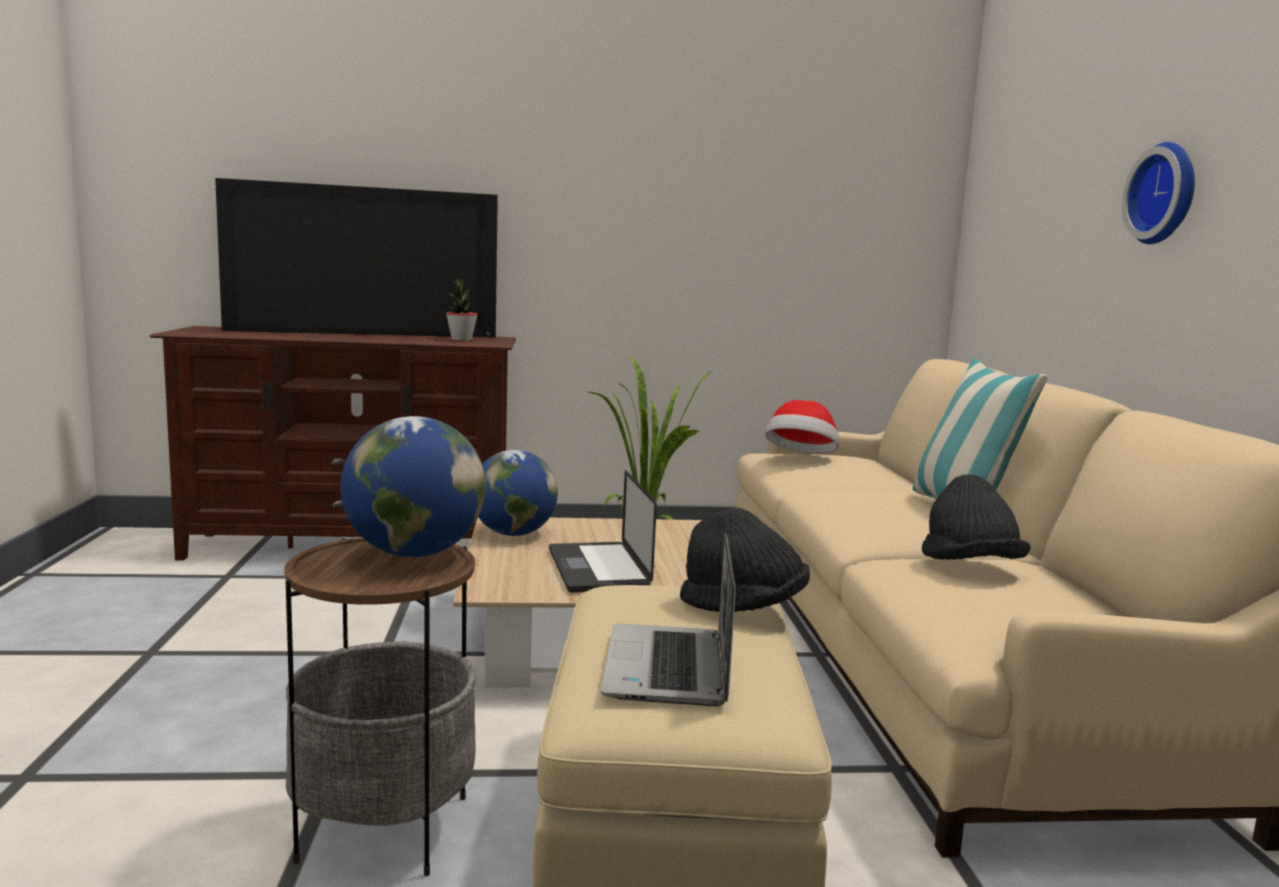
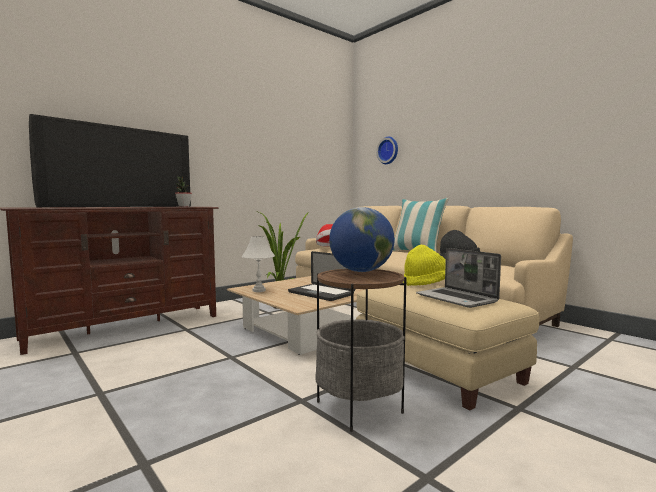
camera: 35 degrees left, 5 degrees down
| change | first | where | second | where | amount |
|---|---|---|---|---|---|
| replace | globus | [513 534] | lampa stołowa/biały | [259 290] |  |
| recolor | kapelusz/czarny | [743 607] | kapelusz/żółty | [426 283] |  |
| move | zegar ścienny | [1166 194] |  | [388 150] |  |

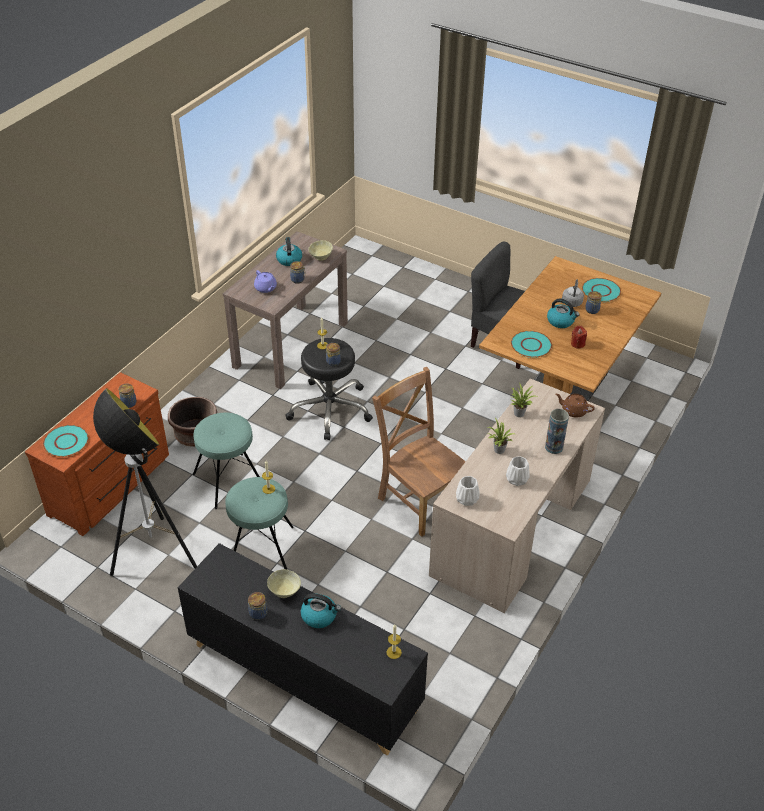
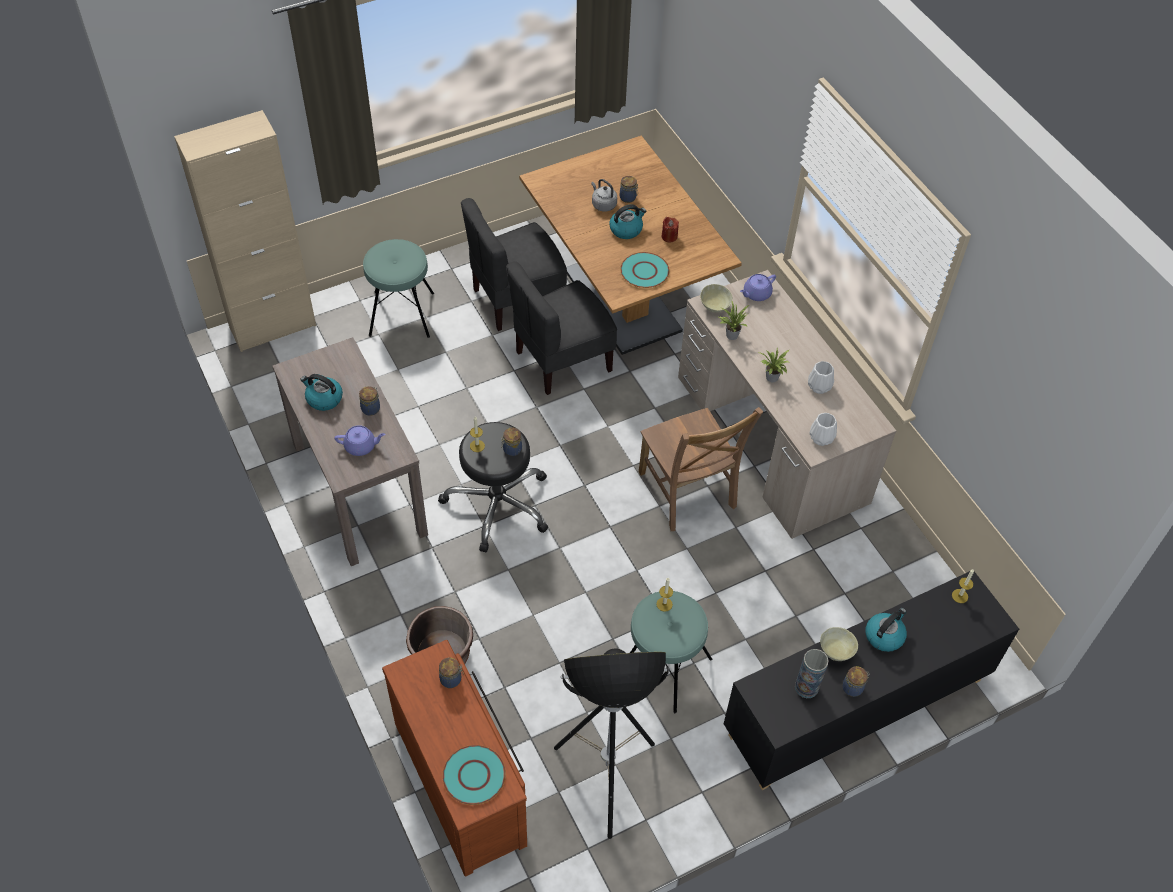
camera: 60 degrees left, 10 degrees up
| change | first | where | second | where | amount |
|---|---|---|---|---|---|
| move | stołek/turkusowy | [229 480] |  | [401 314] |  |
| move | miska/beżowy | [320 257] |  | [714 307] |  |
| rotate | krzesło/brązowy | [419 500] |  | [688 493] | 105 degrees counterclockwise |
| move | wazon | [554 447] |  | [806 687] |  |
| recolor | imbryk/brązowy | [573 411] | imbryk/fioletowy | [756 294] |  |
| delete | talerz/turkusowy | [600 291] |  |  |  |
| insert |  |  | szafka/beżowy | [273 326] |  |
| insert |  |  | krzesło/szary | [562 360] |  |

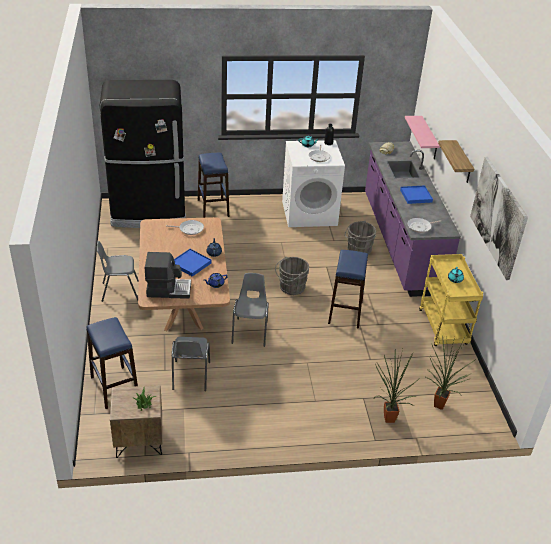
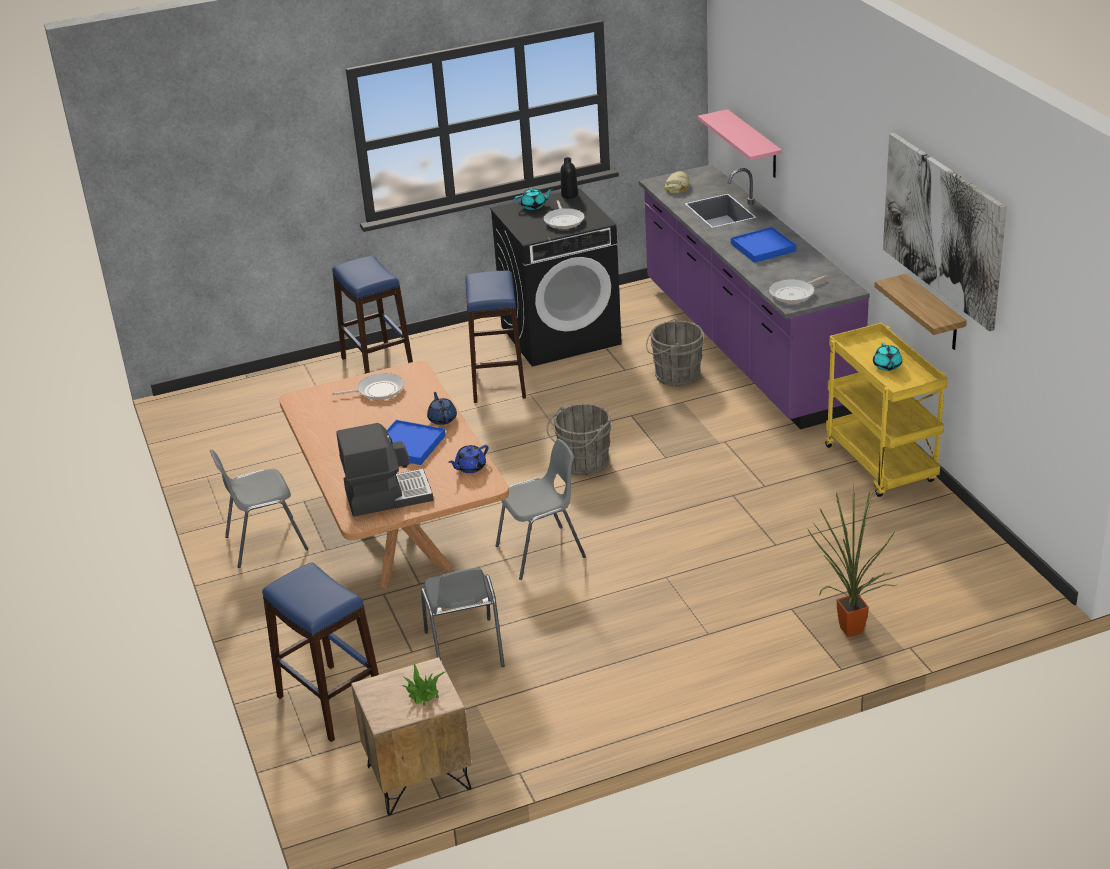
camera: 10 degrees left, 5 degrees down
| change | first | where | second | where | amount |
|---|---|---|---|---|---|
| delete | lodówka/czarny | [148 213] |  |  |  |
| rotate | krzesło/szary | [250 332] |  | [542 552] | 75 degrees clockwise |
| recolor | pralka/biały | [309 213] | pralka/czarny | [561 335] |  |
| move | stołek/niebieski | [345 312] |  | [498 382] |  |
| delete | roślina doniczkowa | [438 406] |  |  |  |
| move | półka | [463 163] |  | [934 314] |  |

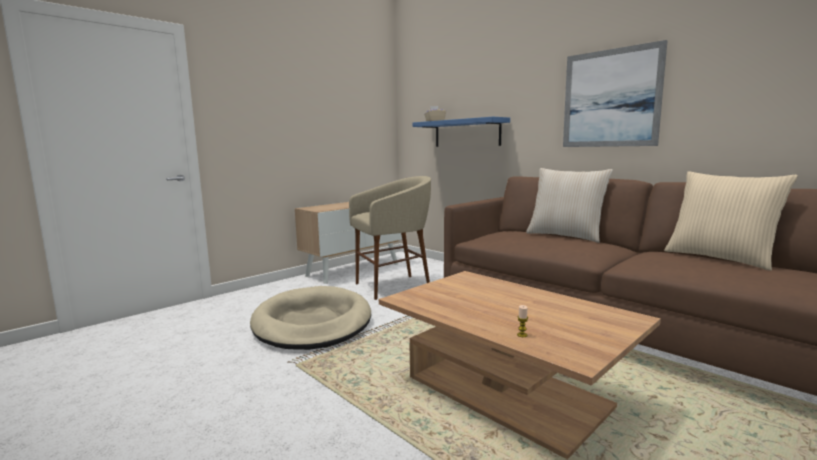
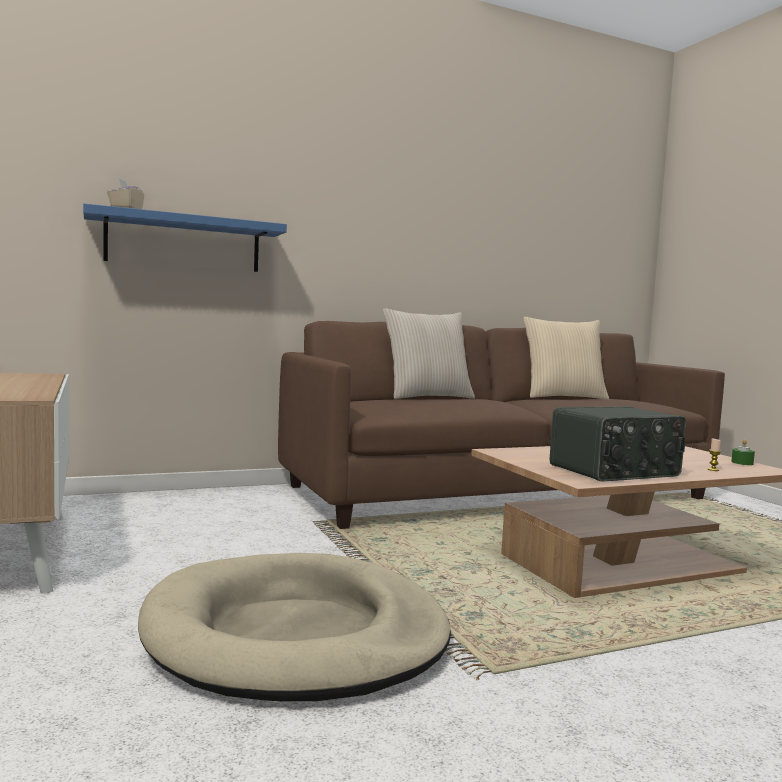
camera: 70 degrees left, 5 degrees down
| change | first | where | second | where | amount |
|---|---|---|---|---|---|
| delete | stołek/beżowy | [393 286] |  |  |  |
| delete | obraz | [610 98] |  |  |  |
| insert |  |  | radio | [615 471] |  |
| insert |  |  | świeca/zielony | [742 463] |  |

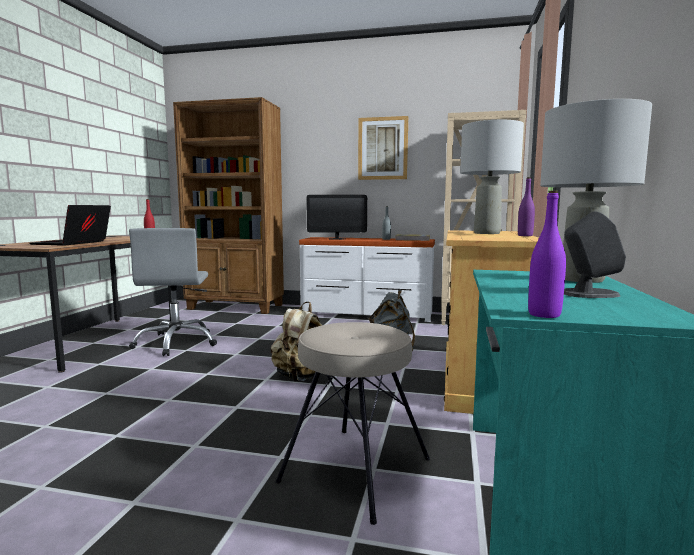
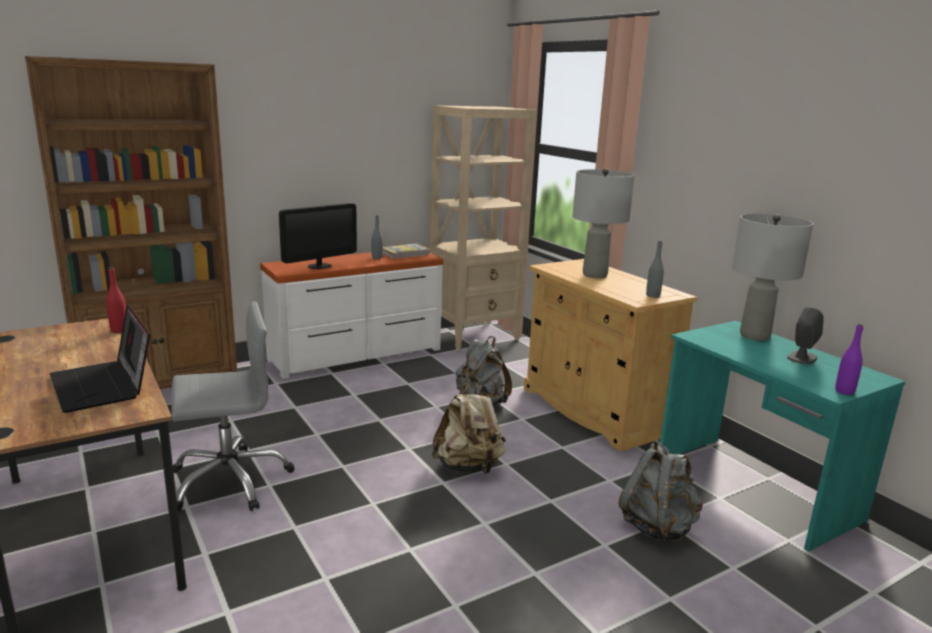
camera: 45 degrees left, 10 degrees up
| change | first | where | second | where | amount |
|---|---|---|---|---|---|
| rotate | krzesło biurowe/szary | [177 343] |  | [229 480] | 60 degrees counterclockwise |
| replace | stołek/beżowy | [354 469] | plecak/szary | [658 526] |  |
| delete | obraz | [382 148] |  |  |  |
| delete | butelka/fioletowy | [525 235] |  |  |  |
| insert |  |  | butelka/szary | [653 295] |  |

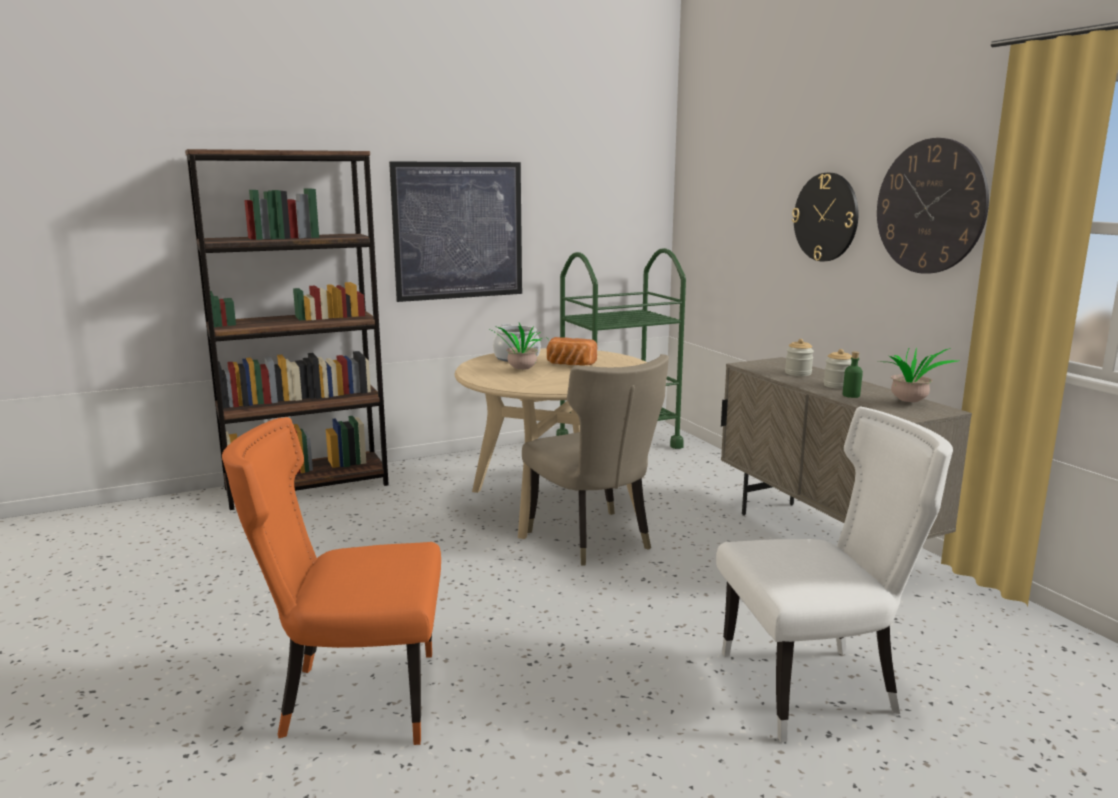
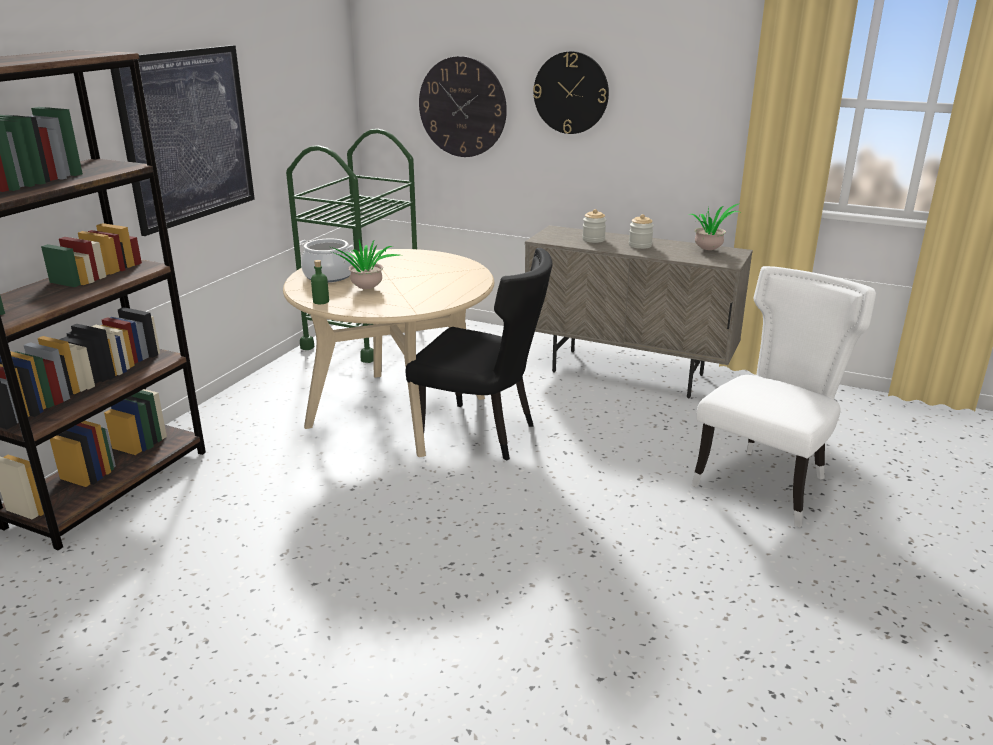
camera: 40 degrees left, 10 degrees up
| change | first | where | second | where | amount |
|---|---|---|---|---|---|
| delete | krzesło/pomarańczowy | [353 698] |  |  |  |
| recolor | krzesło/beżowy | [594 540] | krzesło/czarny | [483 435] |  |
| delete | chleb | [569 365] |  |  |  |
| move | butelka/zielony | [851 395] |  | [321 301] |  |
| move | zegar ścienny | [930 206] |  | [462 107] |  |

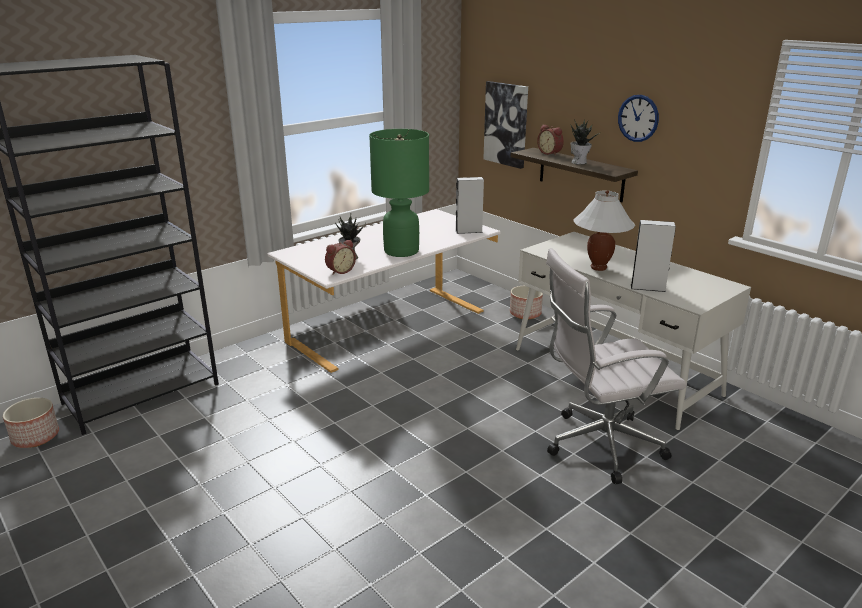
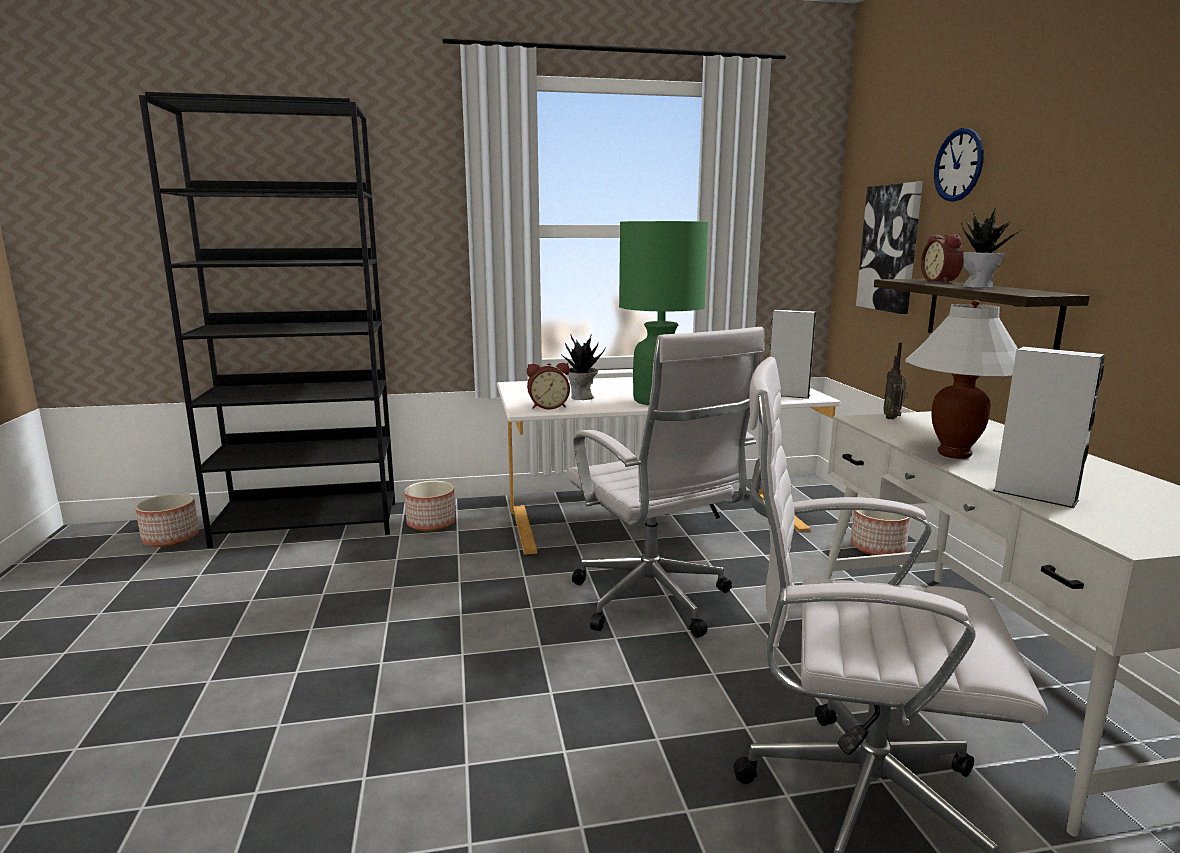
camera: 30 degrees right, 10 degrees down
| change | first | where | second | where | amount |
|---|---|---|---|---|---|
| move | zegar ścienny | [638 118] |  | [958 165] |  |
| insert |  |  | donica | [431 523] |  |
| insert |  |  | krzesło biurowe/biały | [654 603] |  |
| insert |  |  | radio | [893 418] |  |

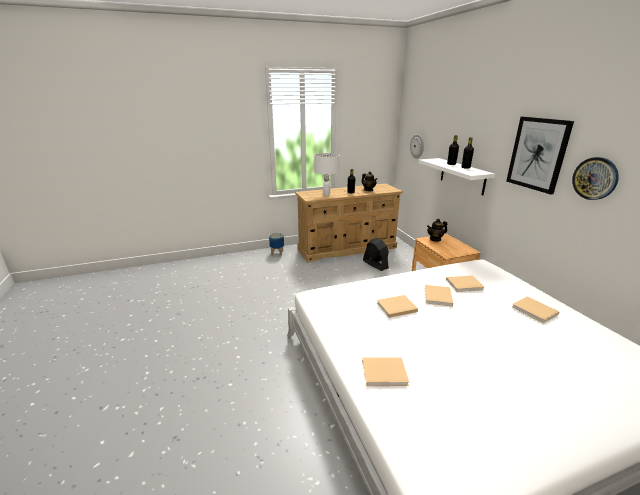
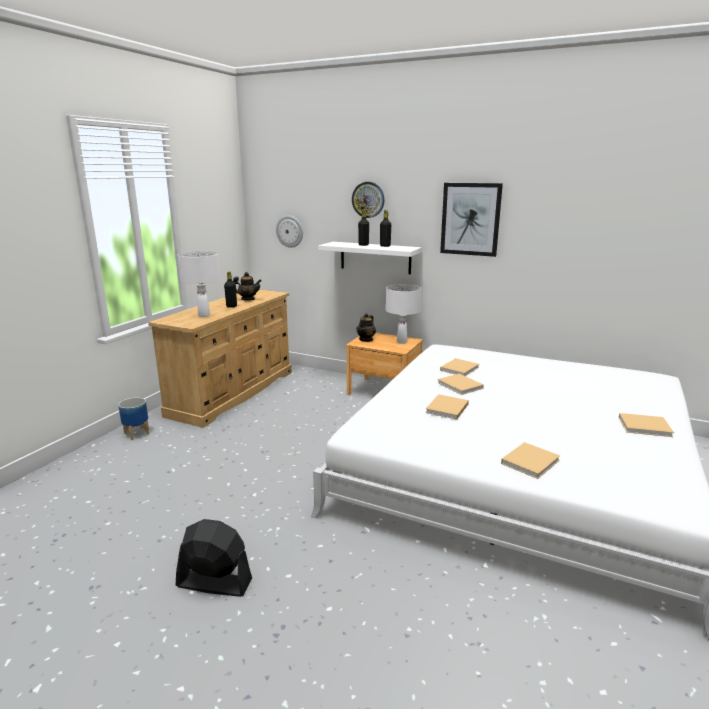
camera: 45 degrees left, 5 degrees down
| change | first | where | second | where | amount |
|---|---|---|---|---|---|
| move | wentylator/czarny | [375 264] |  | [214 583] |  |
| move | książka/beżowy | [535 311] |  | [646 427] |  |
| move | zegar ścienny | [595 178] |  | [368 199] |  |
| insert |  |  | lampa stołowa/biały | [401 342] |  |

